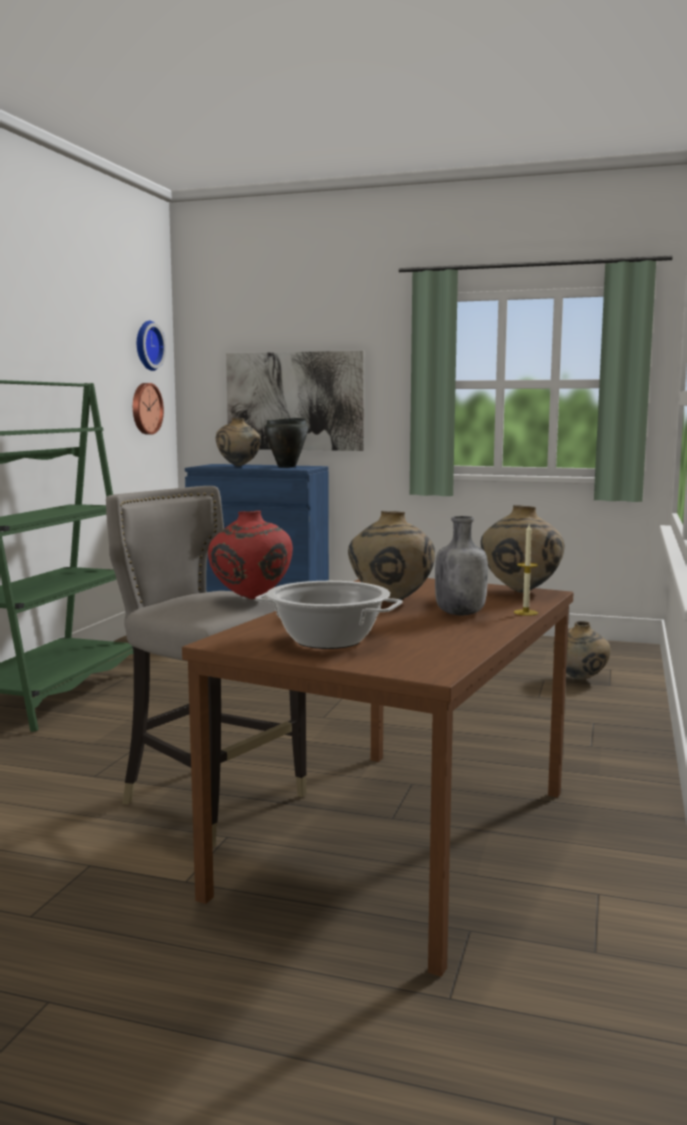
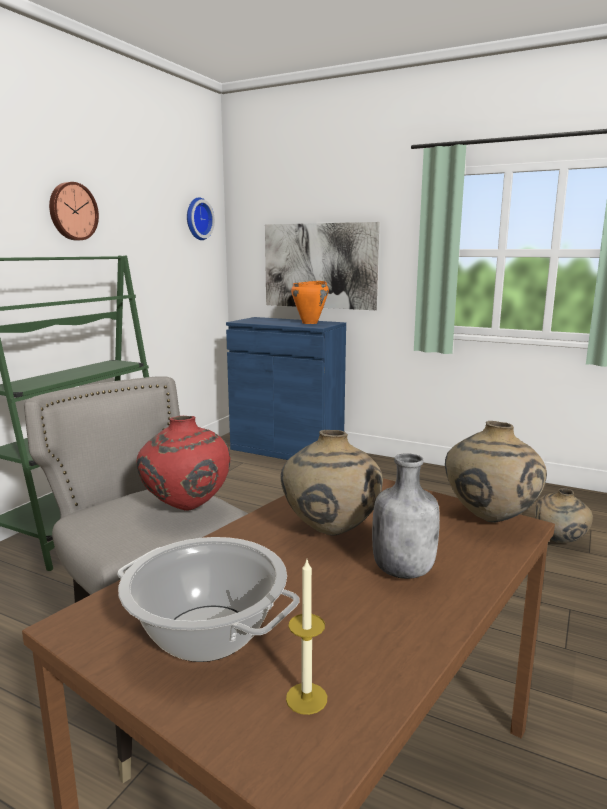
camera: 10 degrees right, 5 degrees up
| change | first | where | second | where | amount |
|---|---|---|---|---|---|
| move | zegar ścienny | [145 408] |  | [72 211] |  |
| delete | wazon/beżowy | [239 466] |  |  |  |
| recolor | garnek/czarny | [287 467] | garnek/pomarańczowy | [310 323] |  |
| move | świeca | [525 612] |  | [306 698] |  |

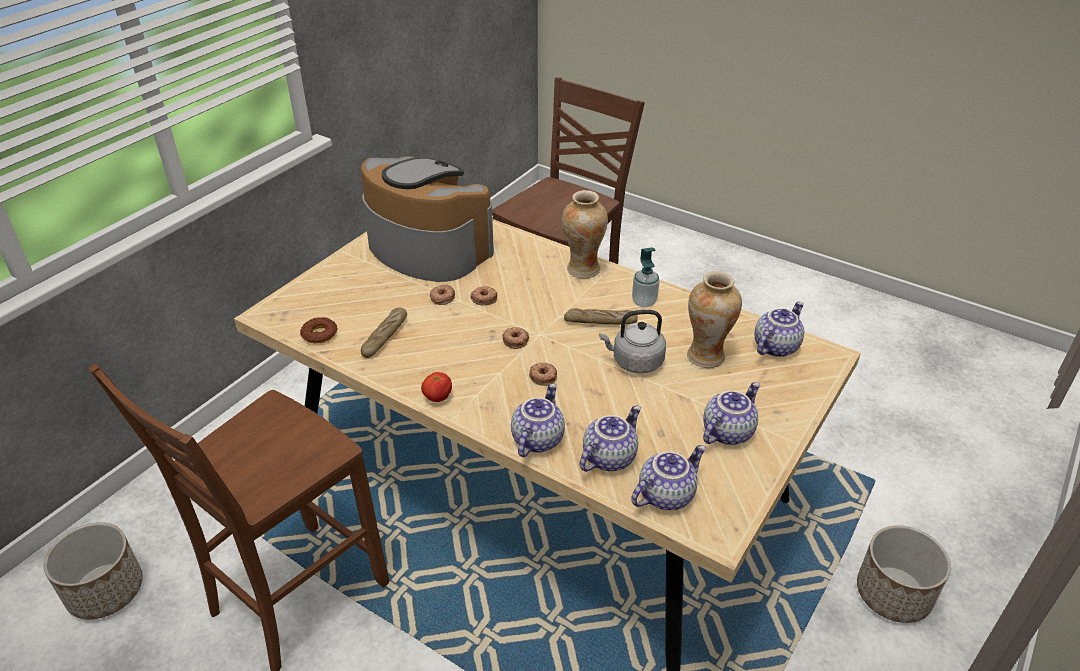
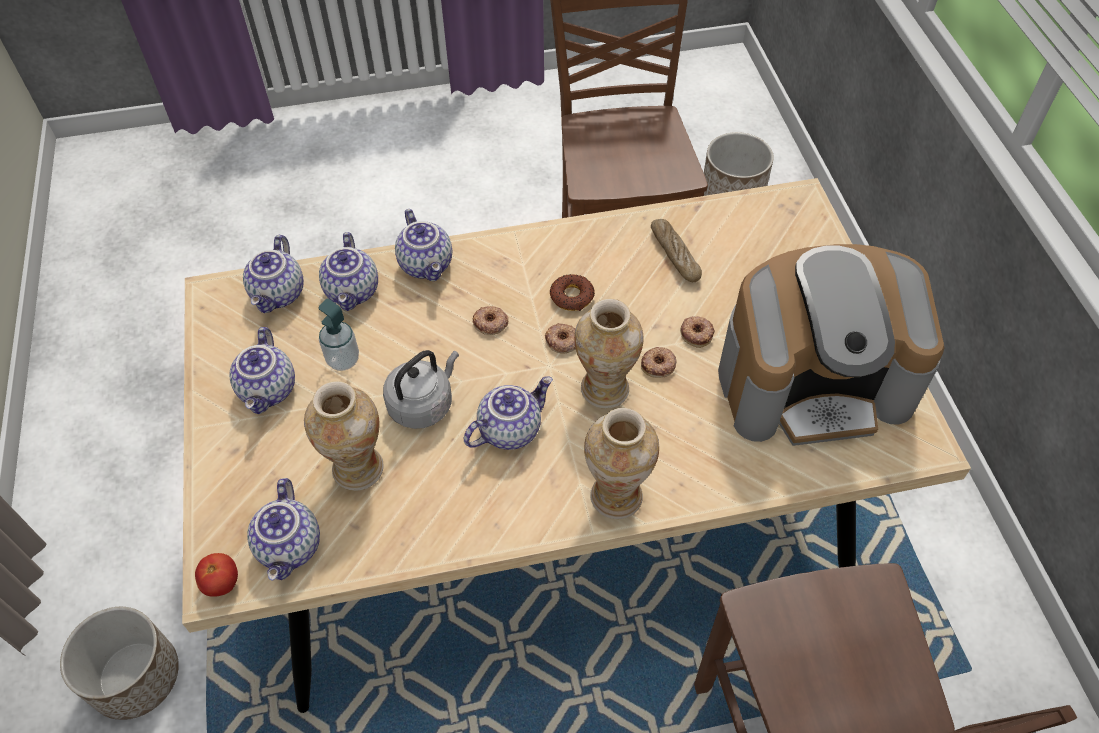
camera: 135 degrees right, 15 degrees up
| change | first | where | second | where | amount |
|---|---|---|---|---|---|
| move | donut | [319 334] |  | [572 296] |  |
| move | pomidor | [437 397] |  | [222 583] |  |
| replace | chleb | [600 322] | imbryk | [509 429] |  |
| move | dozownik mydła | [644 302] |  | [343 360] |  |
| insert |  |  | wazon | [605 389] |  |

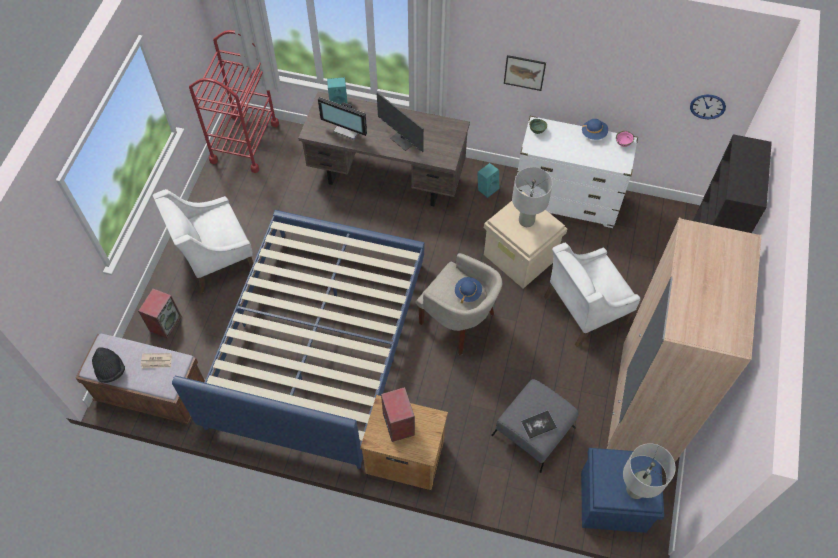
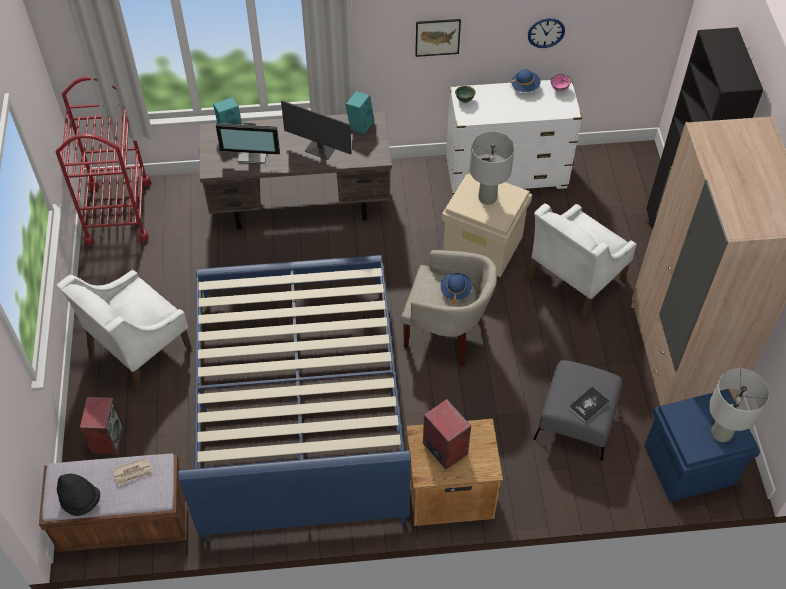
camera: 20 degrees left, 5 degrees down
| change | first | where | second | where | amount |
|---|---|---|---|---|---|
| move | głośnik/turkusowy | [487 188] |  | [360 124] |  |
| move | zegar ścienny | [707 106] |  | [546 32] |  |

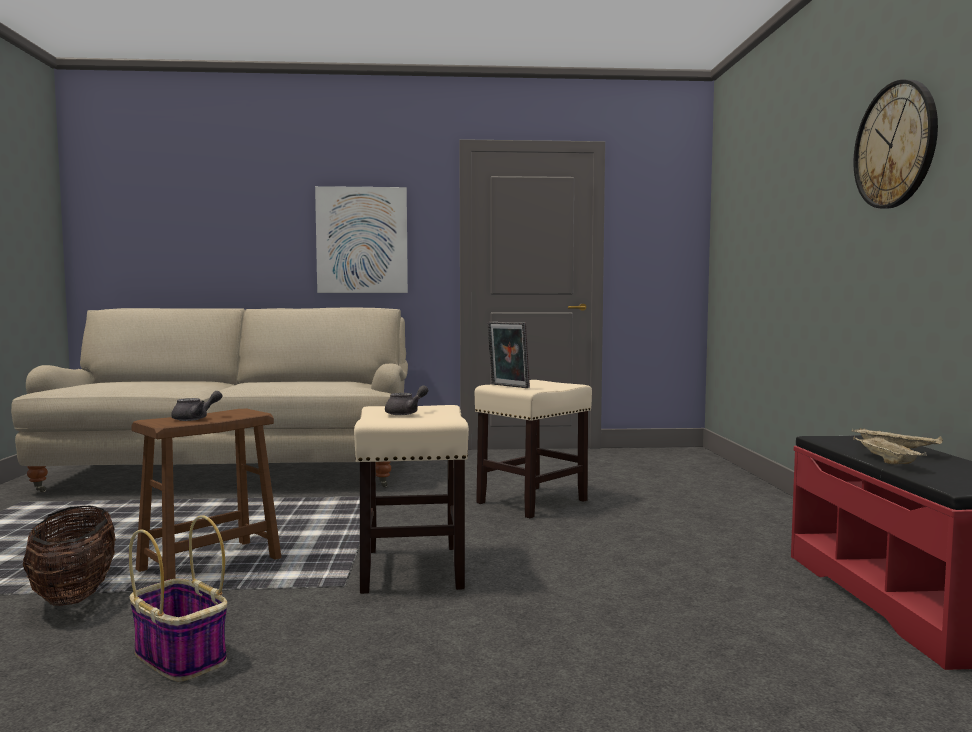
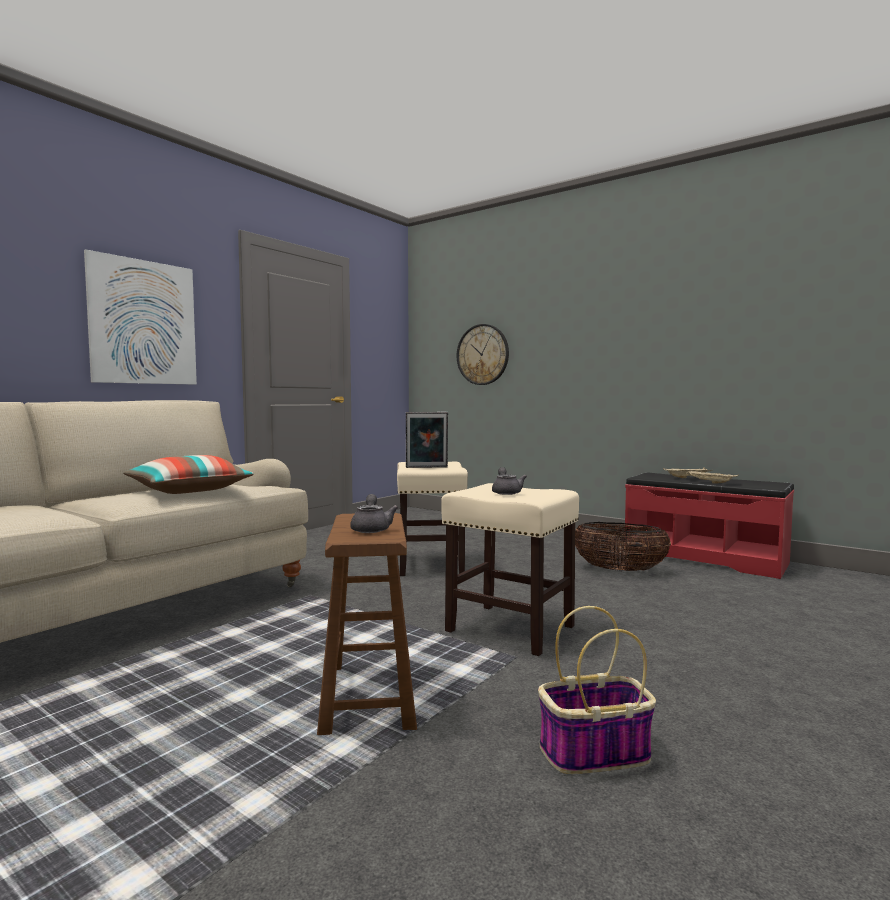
camera: 50 degrees left, 0 degrees up
| change | first | where | second | where | amount |
|---|---|---|---|---|---|
| move | koszyk | [74 595] |  | [620 570] |  |
| move | zegar ścienny | [895 145] |  | [482 354] |  |
| insert |  |  | poduszka | [189 491] |  |

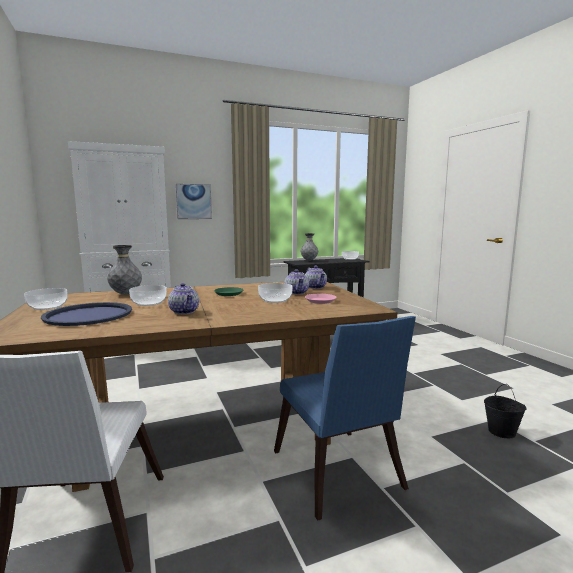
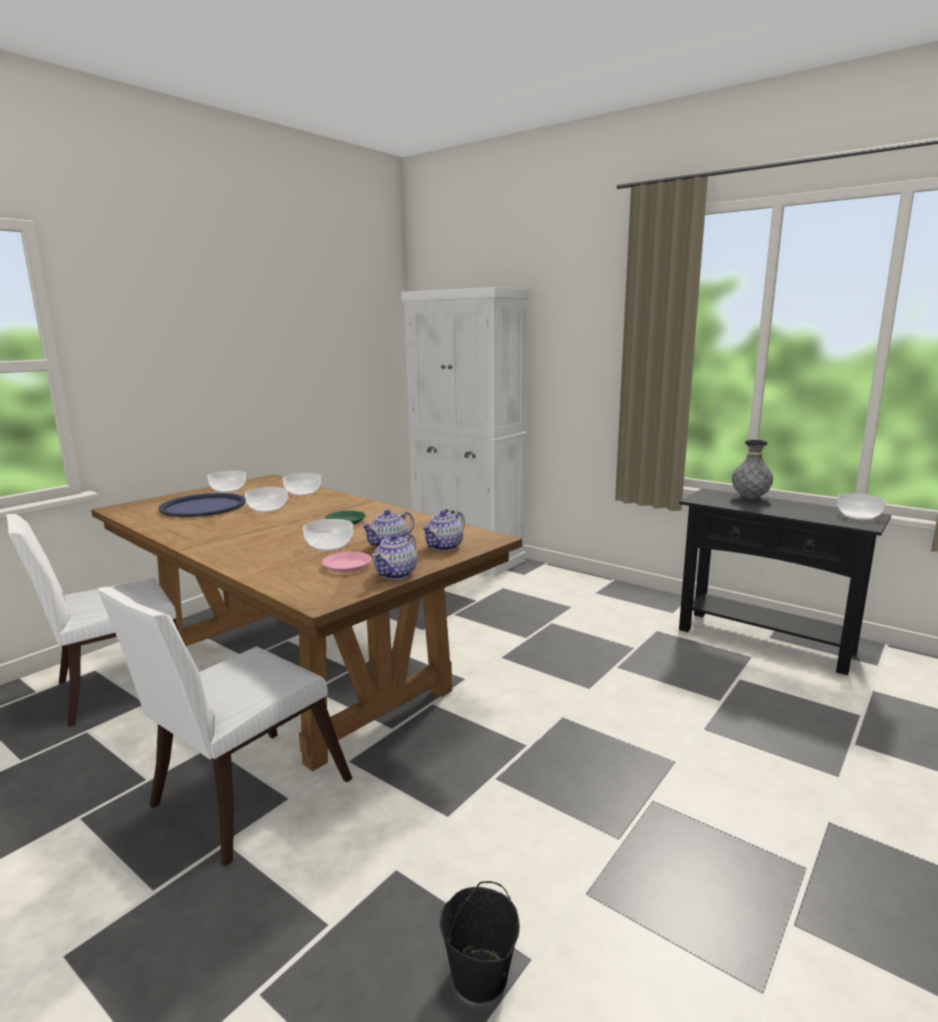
camera: 60 degrees right, 5 degrees up
| change | first | where | second | where | amount |
|---|---|---|---|---|---|
| replace | wazon/szary | [126 294] | miska | [303 492] |  |
| move | imbryk | [185 311] |  | [396 574] |  |
| delete | obraz | [193 201] |  |  |  |
| recolor | krzesło/niebieski | [338 476] | krzesło/biały | [240 798] |  |

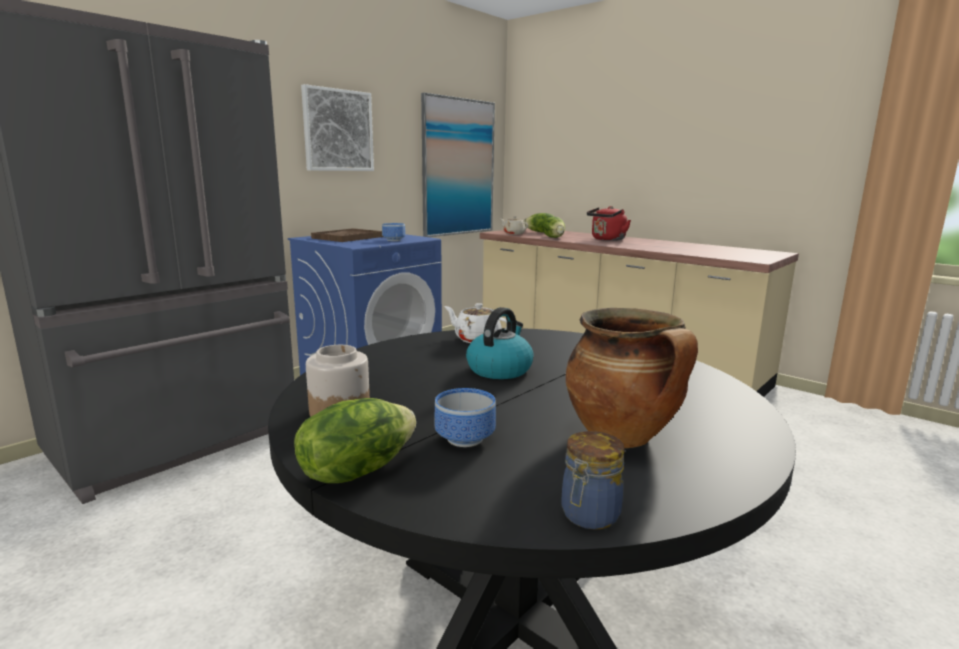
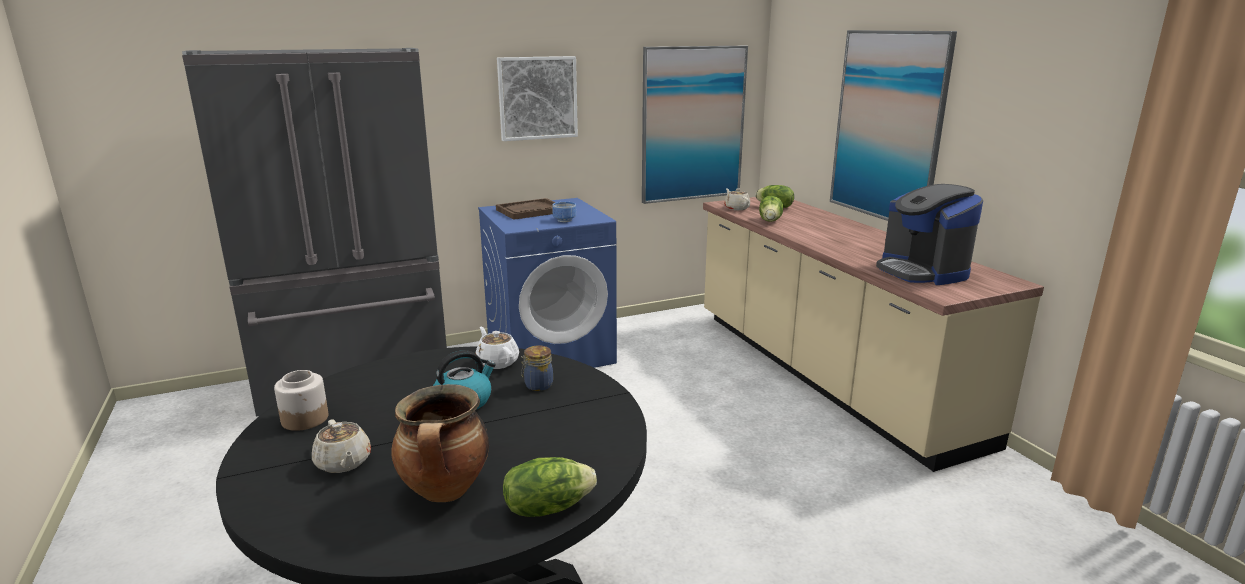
camera: 25 degrees right, 5 degrees up
| change | first | where | second | where | amount |
|---|---|---|---|---|---|
| move | sałata | [356 470] |  | [547 507] |  |
| replace | miska | [462 439] | imbryk/beżowy | [343 463] |  |
| move | słoik | [588 516] |  | [537 385] |  |
| delete | czajnik/czerwony | [607 240] |  |  |  |
| insert |  |  | obraz | [887 126] |  |
| insert |  |  | ekspres do kawy | [922 271] |  |

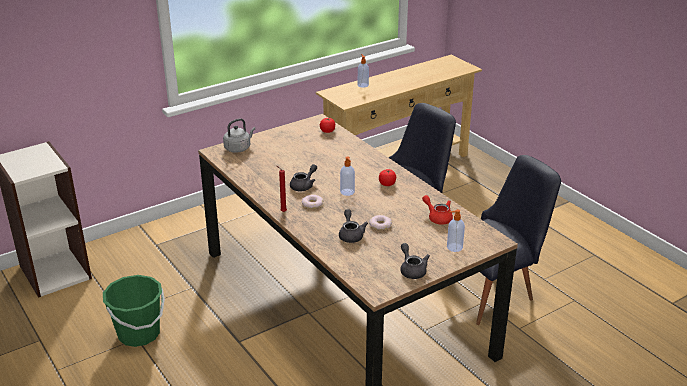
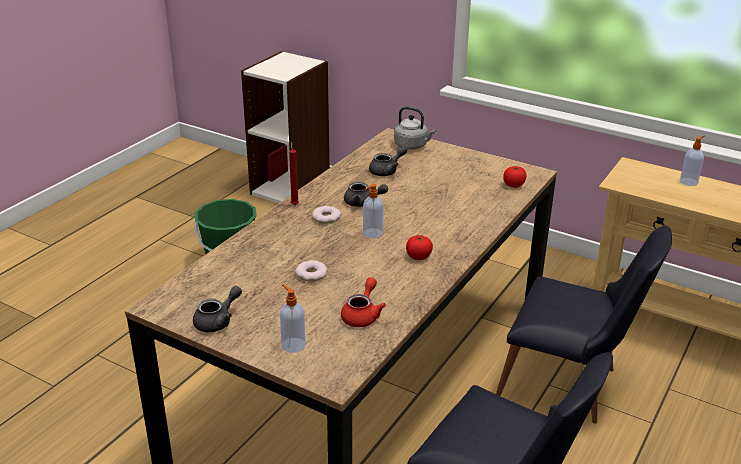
camera: 65 degrees right, 0 degrees up
| change | first | where | second | where | amount |
|---|---|---|---|---|---|
| move | imbryk/szary | [351 235] |  | [387 171] |  |

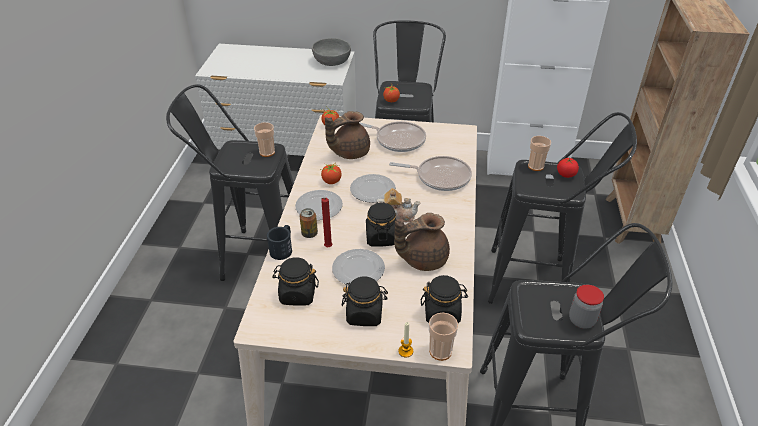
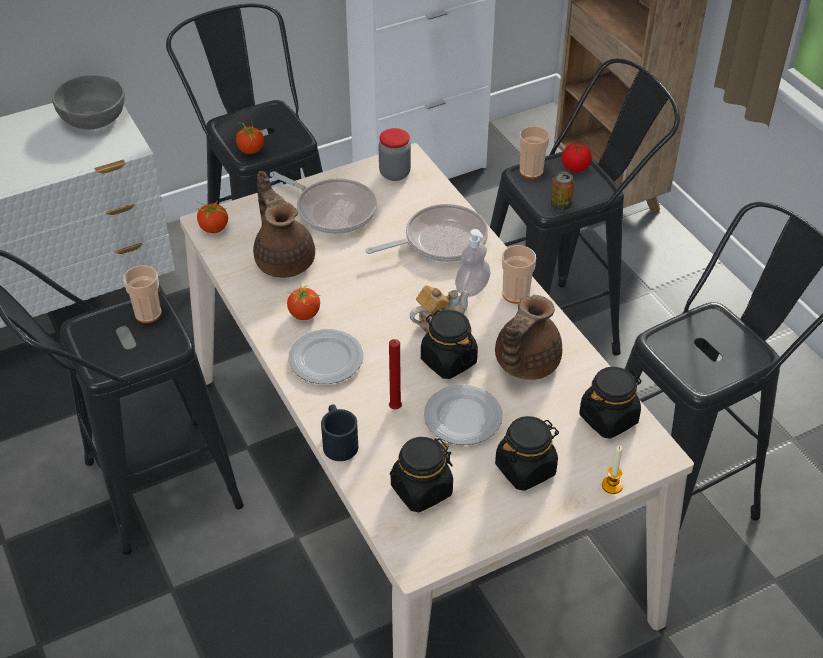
camera: 35 degrees left, 5 degrees up
| change | first | where | second | where | amount |
|---|---|---|---|---|---|
| move | puszka | [309 234] |  | [561 206] |  |
| rotate | imbryk/brązowy | [349 152] |  | [284 259] | 135 degrees clockwise |
| delete | talerz | [372 191] |  |  |  |
| rotate | patelnia | [397 139] |  | [332 210] | 45 degrees clockwise |
| move | filiżanka | [440 351] |  | [515 294] |  |
| move | słoik | [581 320] |  | [395 173] |  |
| insert |  |  | dozownik mydła | [472 288] |  |

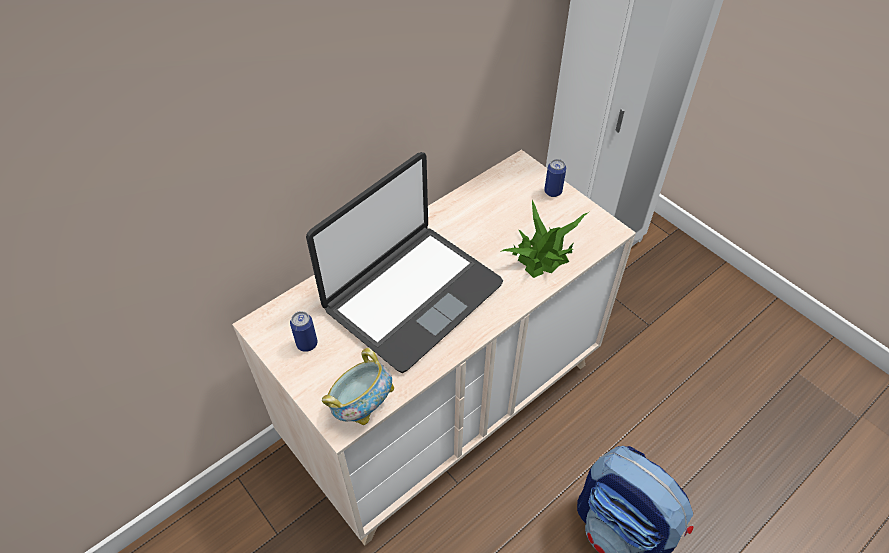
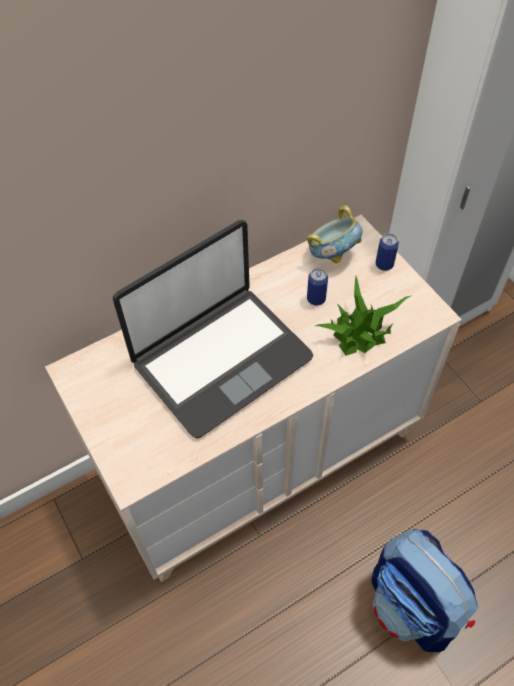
camera: 10 degrees right, 5 degrees up
| change | first | where | second | where | amount |
|---|---|---|---|---|---|
| move | puszka | [307 344] |  | [316 299] |  |
| move | miska | [362 406] |  | [332 254] |  |

